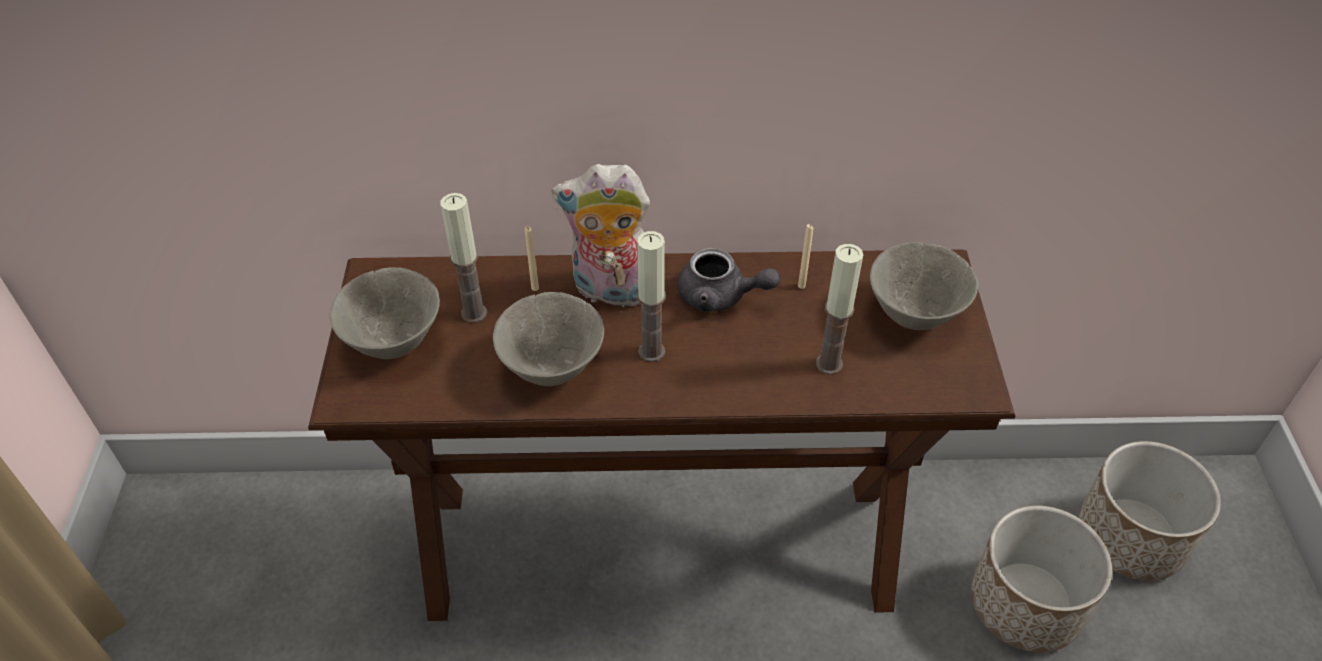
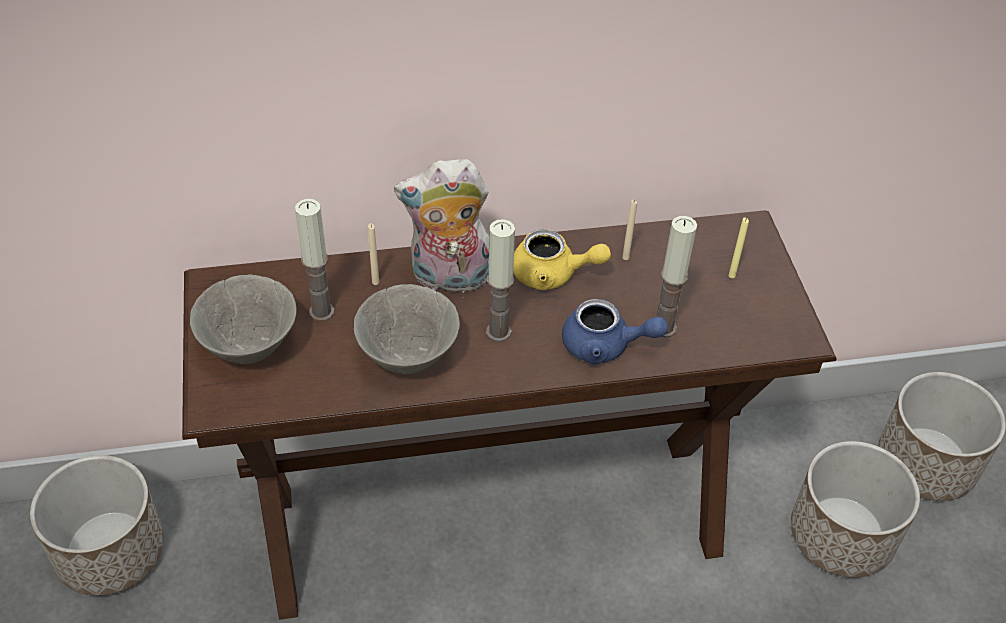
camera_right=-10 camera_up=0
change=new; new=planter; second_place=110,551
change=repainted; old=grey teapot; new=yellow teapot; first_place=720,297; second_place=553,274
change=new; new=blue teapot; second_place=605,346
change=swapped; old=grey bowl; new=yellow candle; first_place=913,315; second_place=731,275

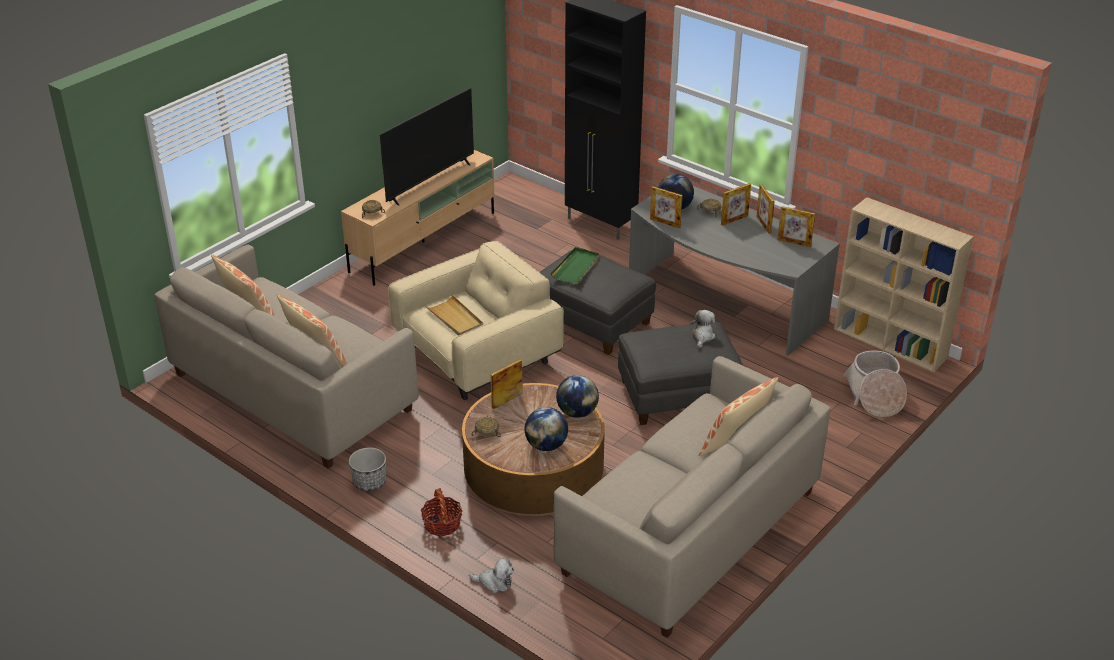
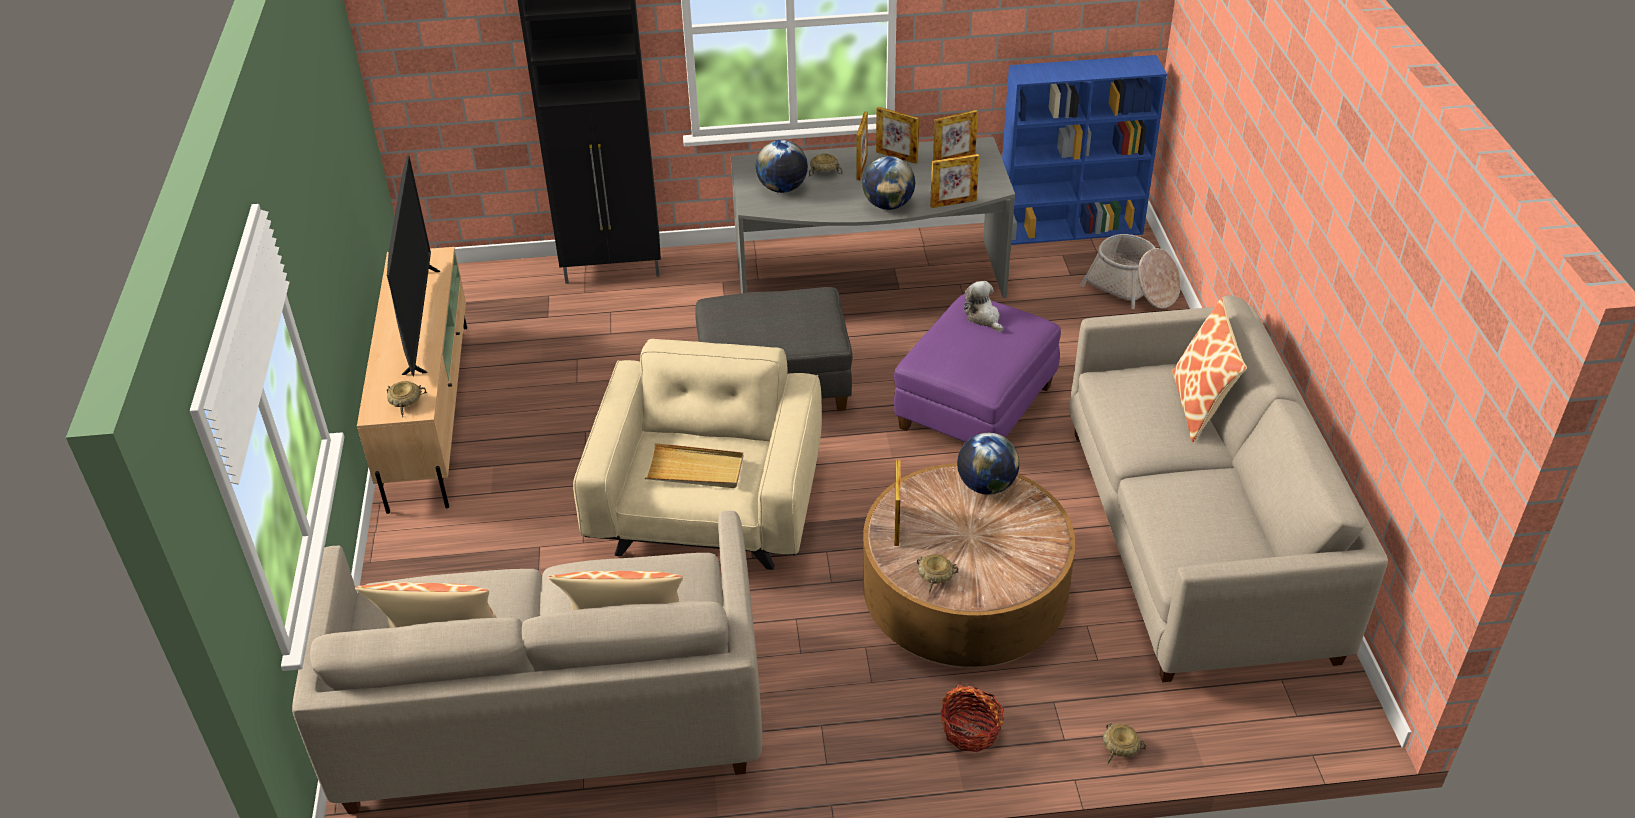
camera_right=-45 camera_up=5
change=shifted; old=globe; first_place=546,445; second_place=888,205
change=repainted; old=grey ottoman; new=purple ottoman; first_place=676,397; second_place=975,409
change=shifted; old=picture frame; first_place=665,223; second_place=953,203
change=repainted; old=beige bookcase; new=blue bookcase; first_place=891,344; second_place=1071,229
change=swapped; old=plush toy; new=beige bowl; first_place=494,582; second_place=1119,748
change=gone; old=planter; first_place=369,482
change=gone; old=green tray; first_place=576,267

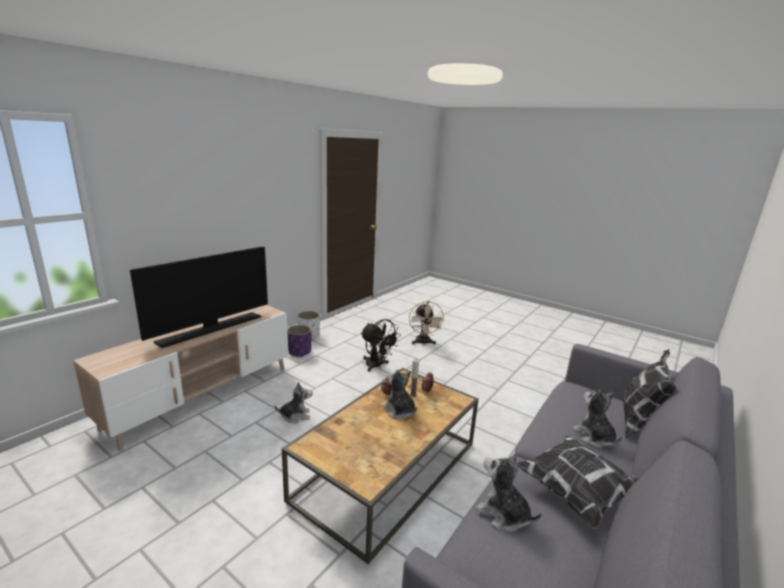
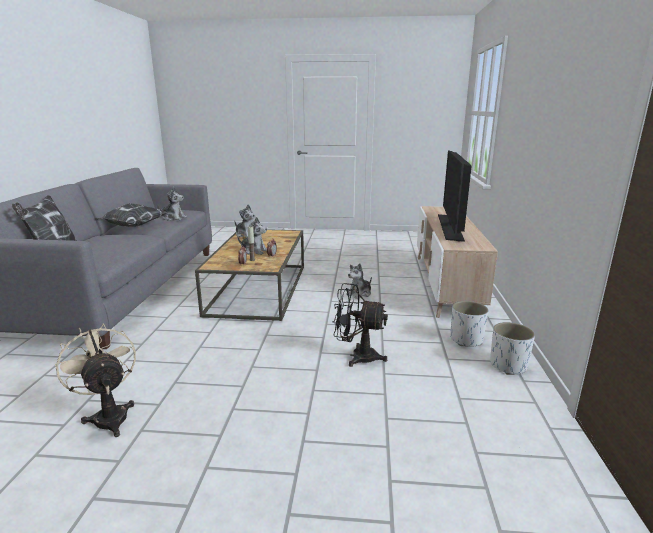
camera_right=150 camera_up=0
change=shifted; old=beige fan; first_place=423,343; second_place=109,415
change=shifted; old=plush toy; first_place=594,437; second_place=246,235
change=repainted; old=purple planter; new=white planter; first_place=299,352; second_place=466,339

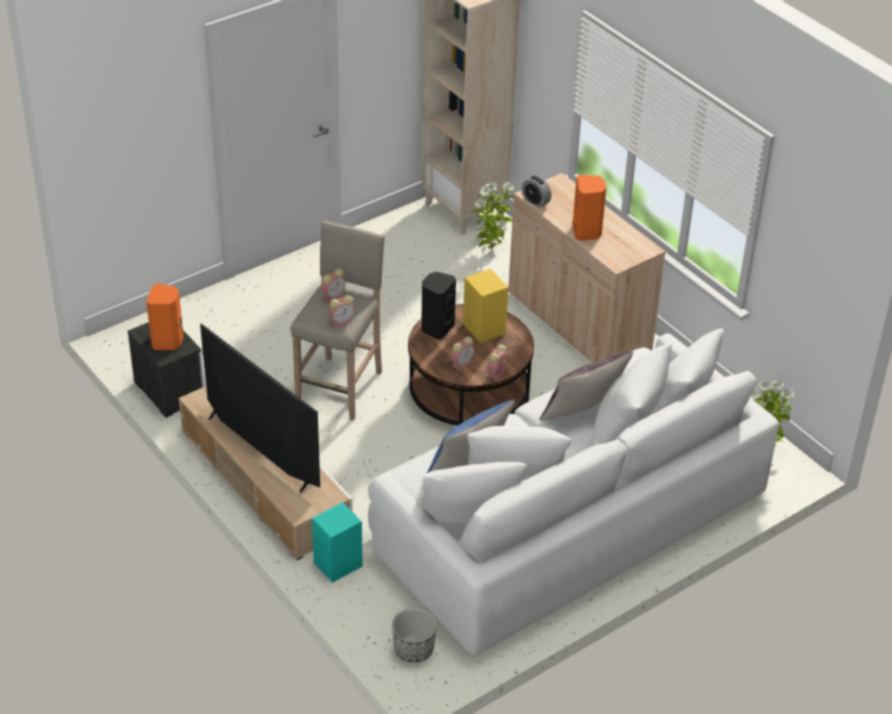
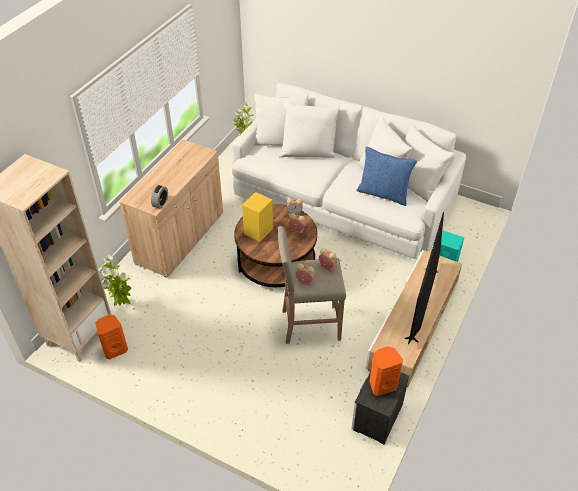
camera_right=-115 camera_up=5
change=shifted; old=orange speaker; first_place=587,232; second_place=115,349
change=gone; old=planter; first_place=413,649
change=gone; old=black speaker; first_place=436,328
change=gone; old=brown pillow; first_place=583,414

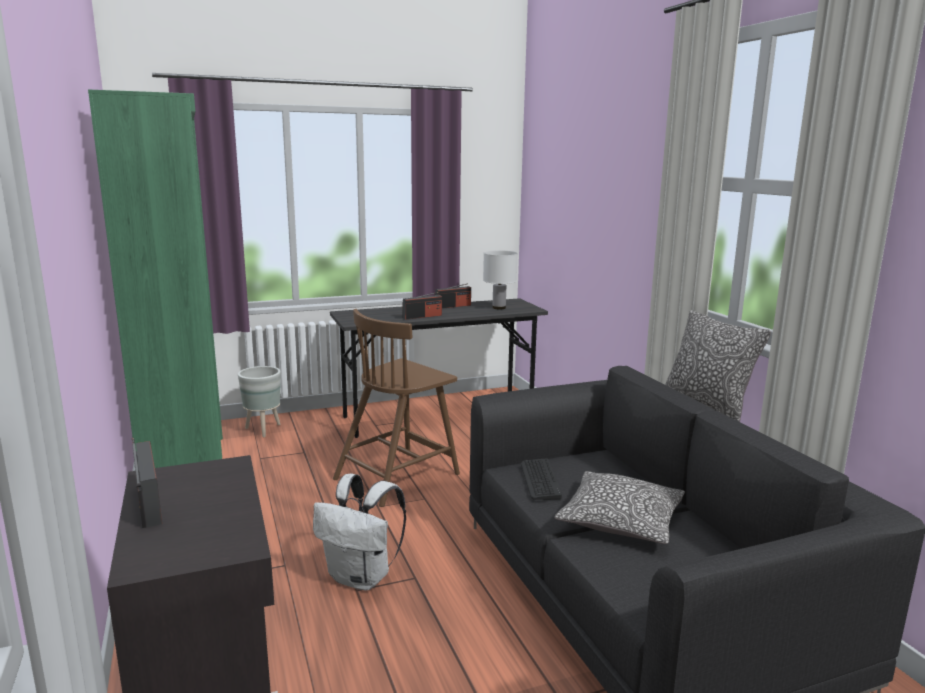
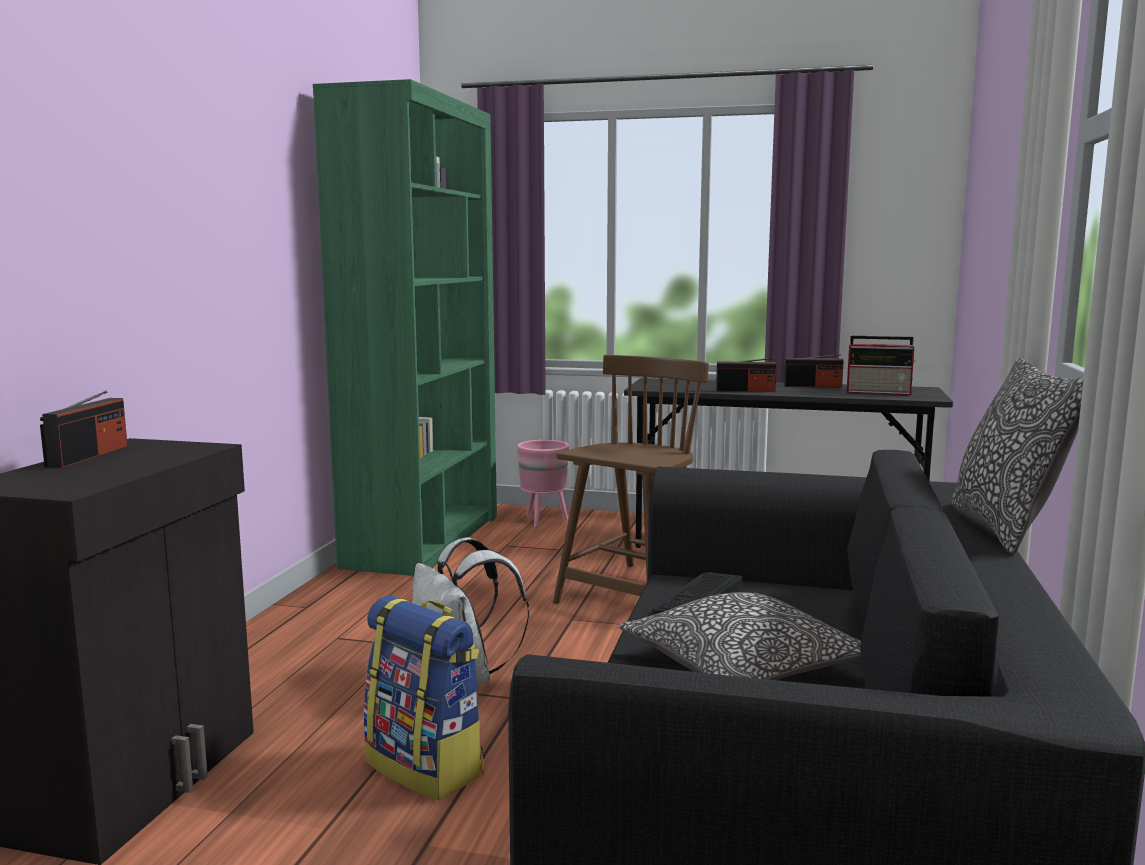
camera_right=35 camera_up=-5
change=new; new=backpack; second_place=427,767
change=repainted; old=grey planter; new=pink planter; first_place=263,429; second_place=543,520
change=rotated; old=brown chair; first_place=398,475; second_place=637,595; degrees=135
change=swapped; old=white table lamp; new=radio; first_place=499,307; second_place=879,392

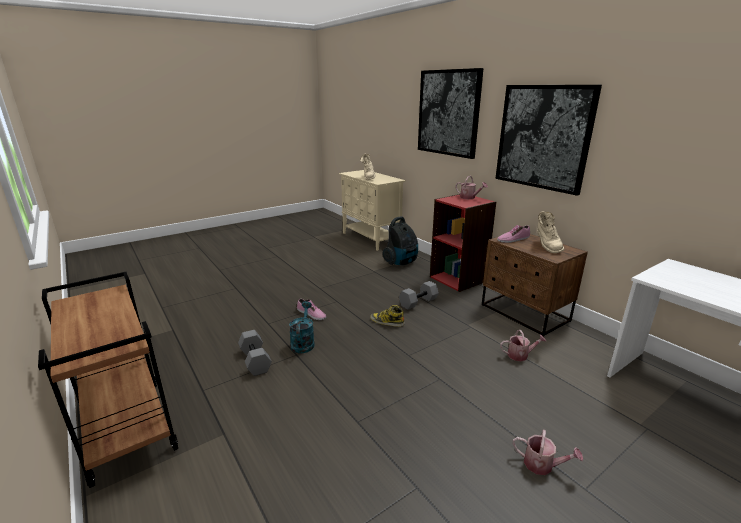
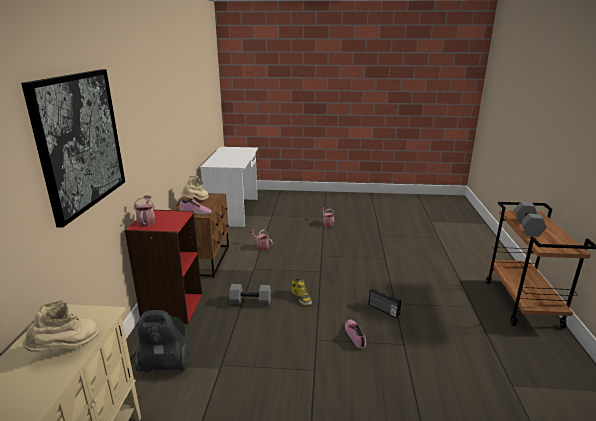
camera_right=-140 camera_up=0
change=swapped; old=turquoise watering can; new=radio; first_place=303,342; second_place=383,310
change=shifted; old=grey dumbbell; first_place=256,360; second_place=526,226
change=gone; old=picture; first_place=543,137

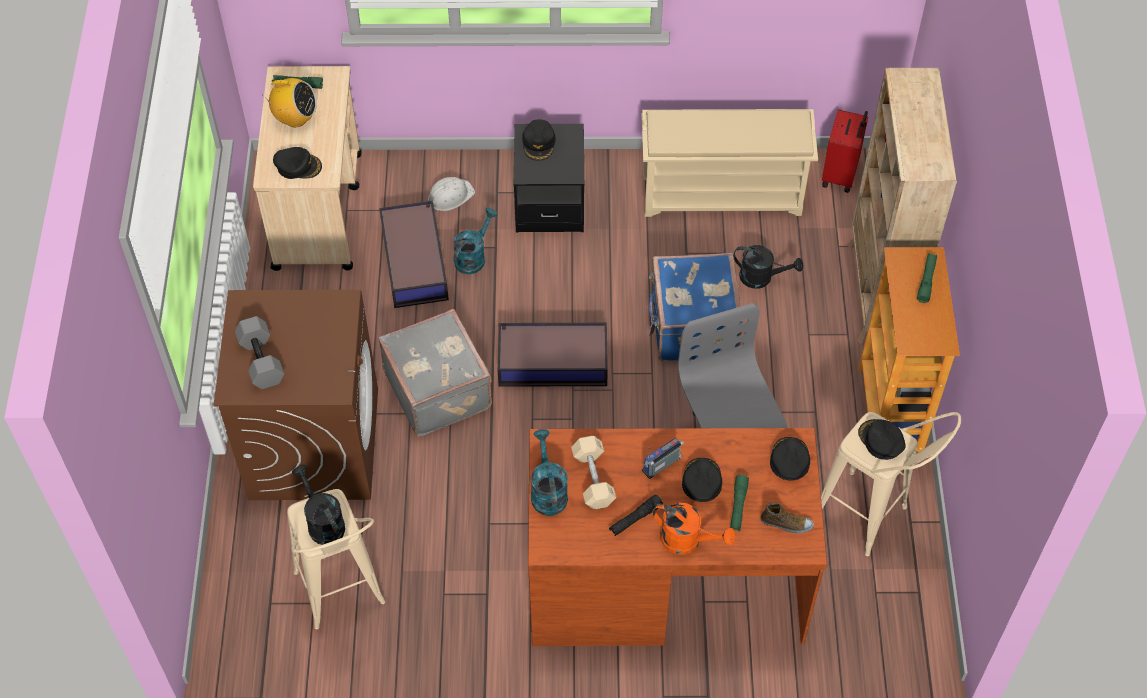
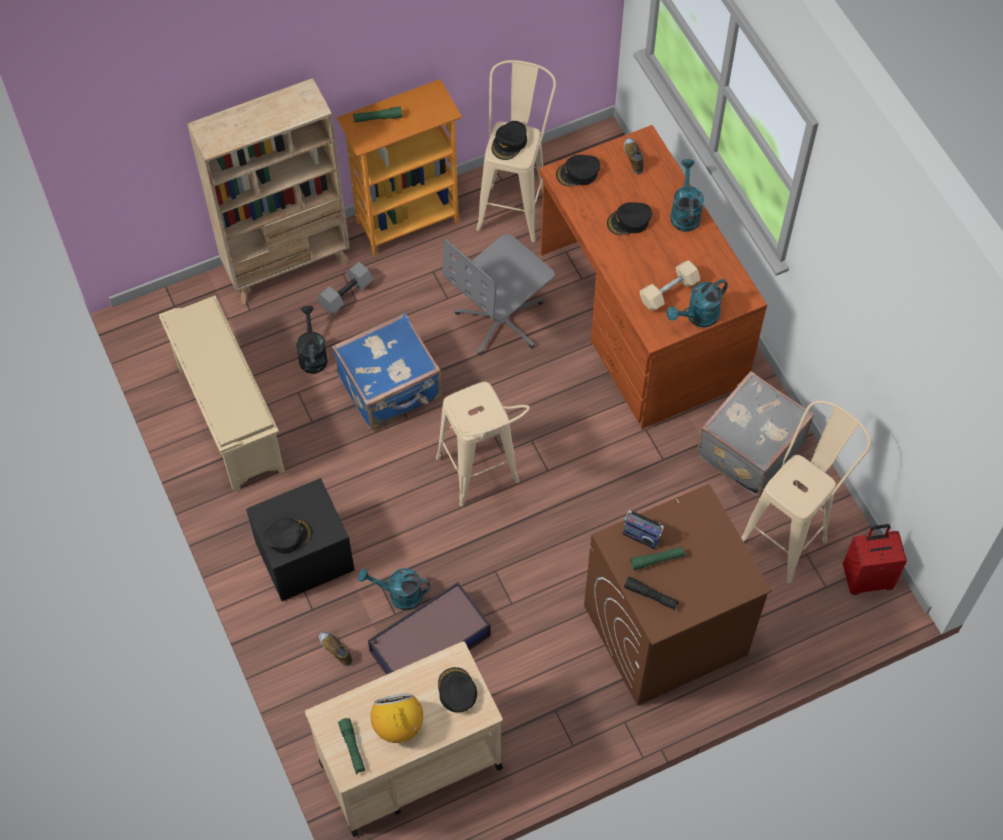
camera_right=-115 camera_up=5
change=shifted; old=grey dumbbell; first_place=262,361; second_place=346,294
change=swapped; old=white hard hat; new=shoe; first_place=450,196; second_place=336,649
change=swapped; old=storage box; new=beige stool; first_place=551,362; second_place=483,480
change=shifted; old=radio; first_place=662,466; second_place=642,535
change=shifted; old=black flashlight; first_place=635,519; second_place=651,596
change=shifted; old=green flashlight; first_place=738,506; second_place=657,560
change=repainted; old=orange watering can; new=turquoise watering can; first_place=687,540; second_place=685,212
change=shifted; old=grey suitcase; first_place=439,389; second_place=748,448
change=shifted; old=red suitcase; first_place=841,175; second_place=867,578
change=gone; old=black watering can; first_place=322,522

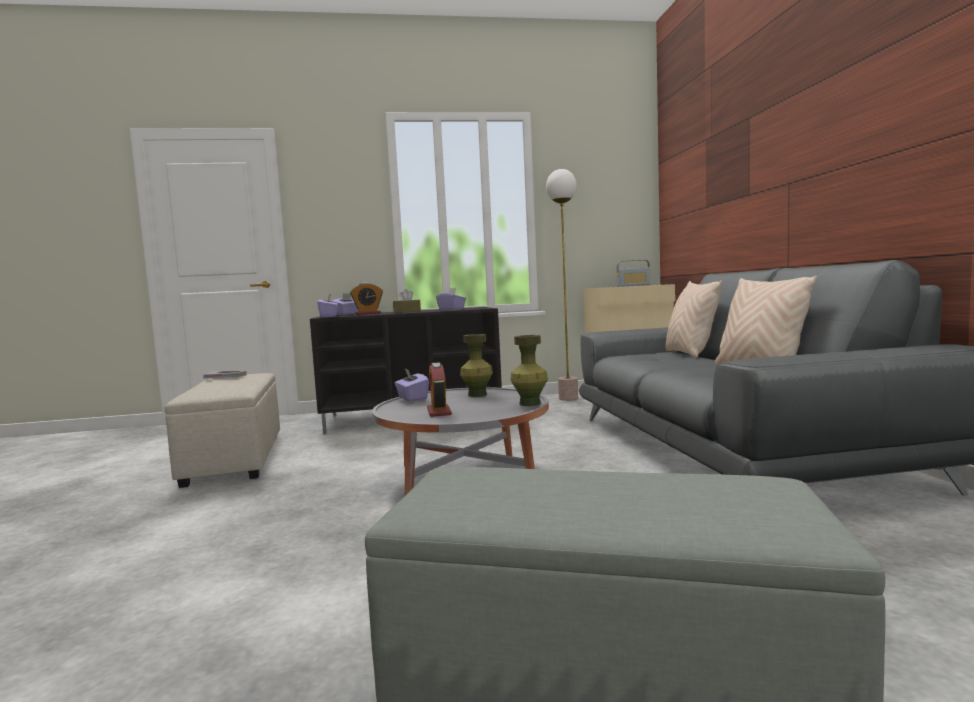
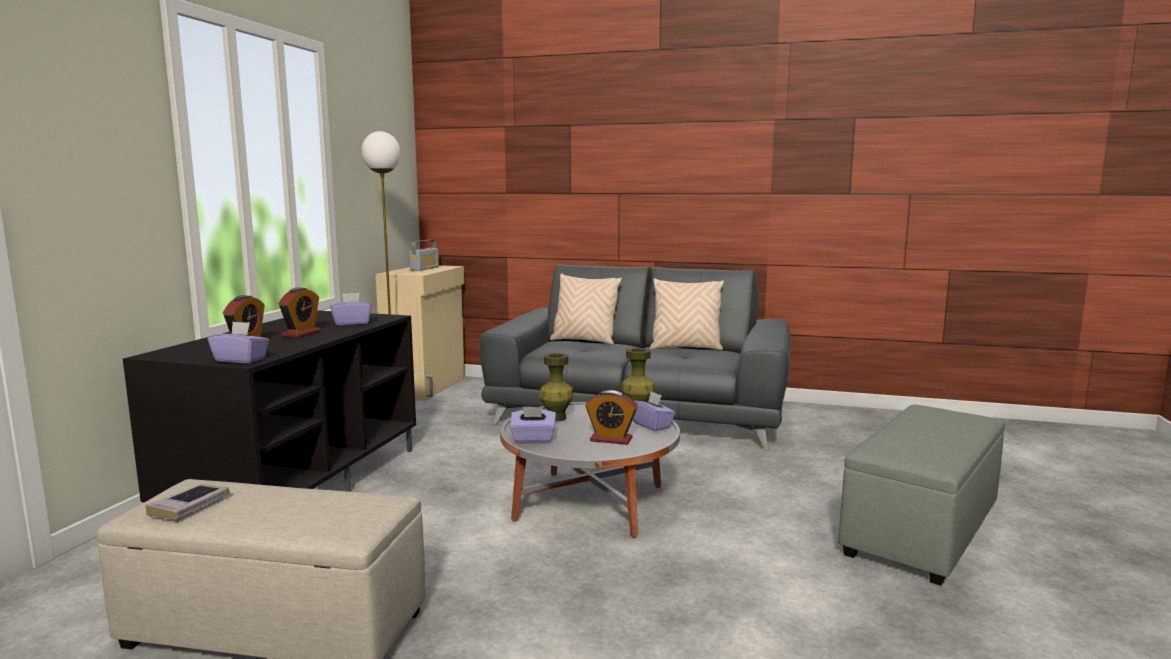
camera_right=-65 camera_up=5
change=swapped; old=brown tissue box; new=alarm clock; first_place=407,312; second_place=301,333
change=shifted; old=purple tissue box; first_place=347,314; second_place=652,425

